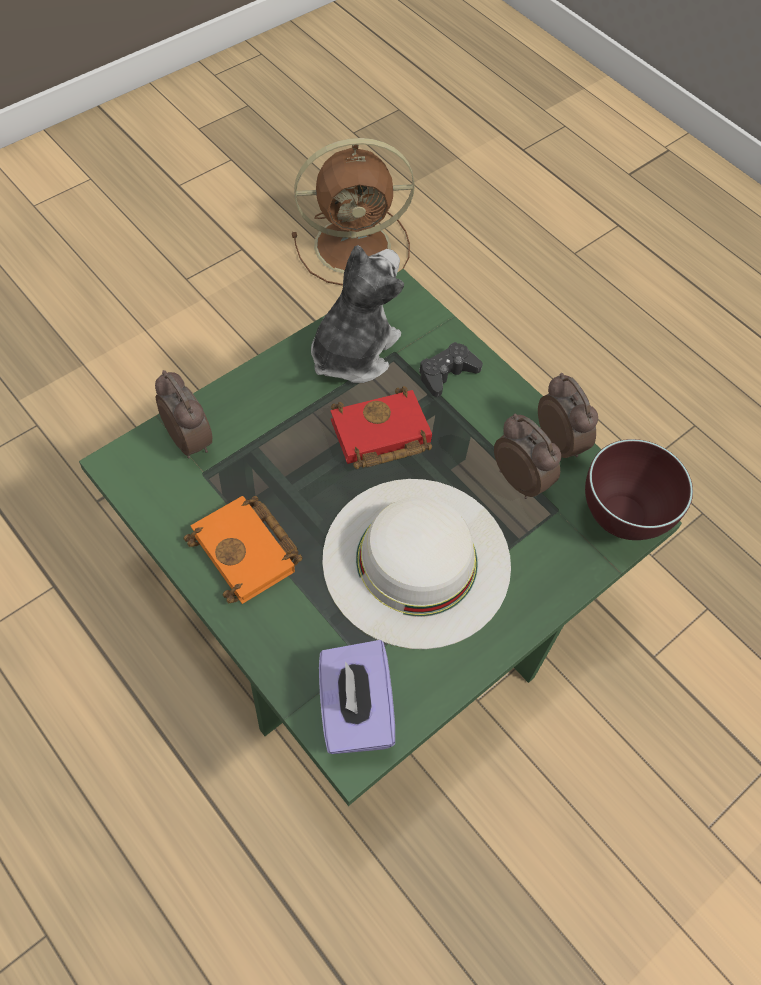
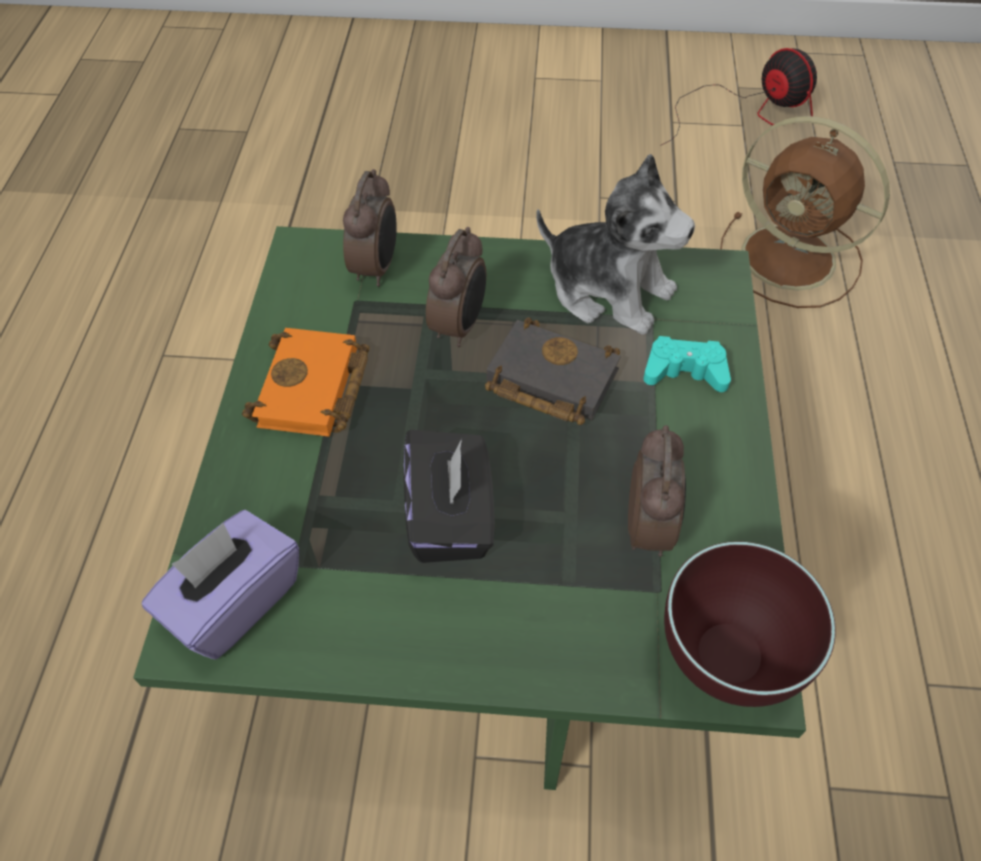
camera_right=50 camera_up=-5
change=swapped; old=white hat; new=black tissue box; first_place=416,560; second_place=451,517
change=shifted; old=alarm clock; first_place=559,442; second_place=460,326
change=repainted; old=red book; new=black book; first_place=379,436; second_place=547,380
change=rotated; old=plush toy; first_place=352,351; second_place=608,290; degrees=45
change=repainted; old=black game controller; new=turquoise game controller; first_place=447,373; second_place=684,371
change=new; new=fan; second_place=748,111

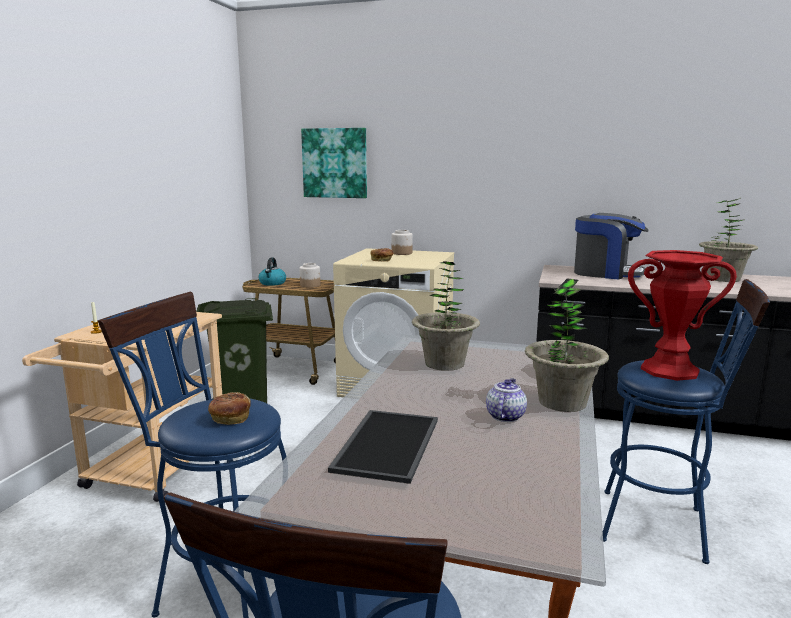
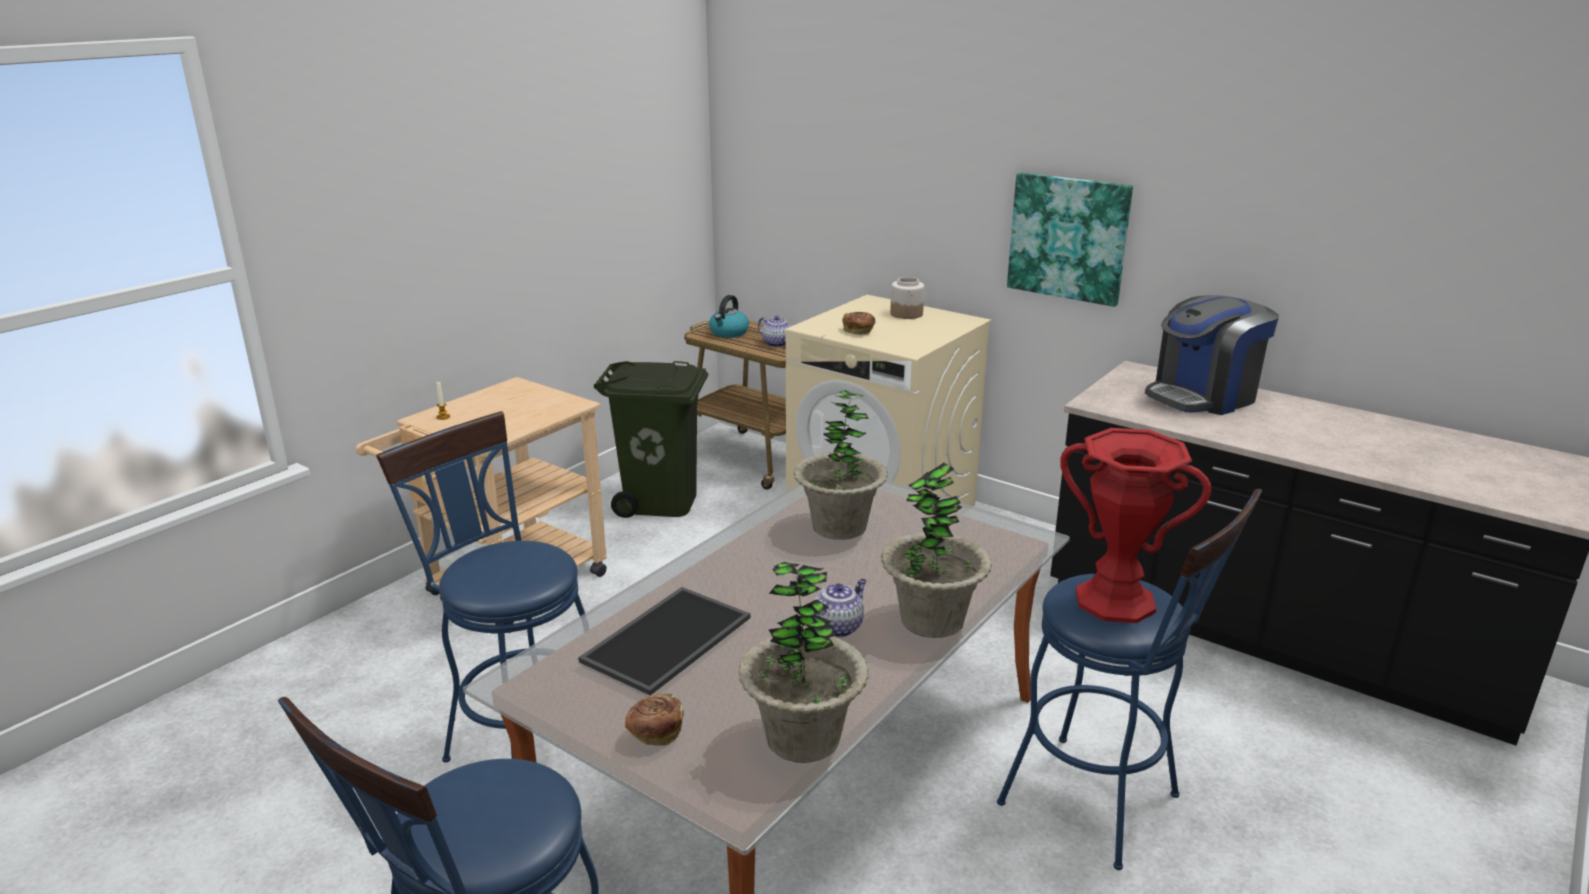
camera_right=20 camera_up=10
change=shifted; old=bread; first_place=230,418; second_place=655,732
change=shifted; old=potted plant; first_place=723,279; second_place=803,738
change=swapped; old=jar; new=teapot; first_place=310,285; second_place=777,344
change=shifted; old=picture; first_place=335,163; second_place=1068,238
change=rotated; old=coffee machine; first_place=606,273; second_place=1203,396; degrees=105

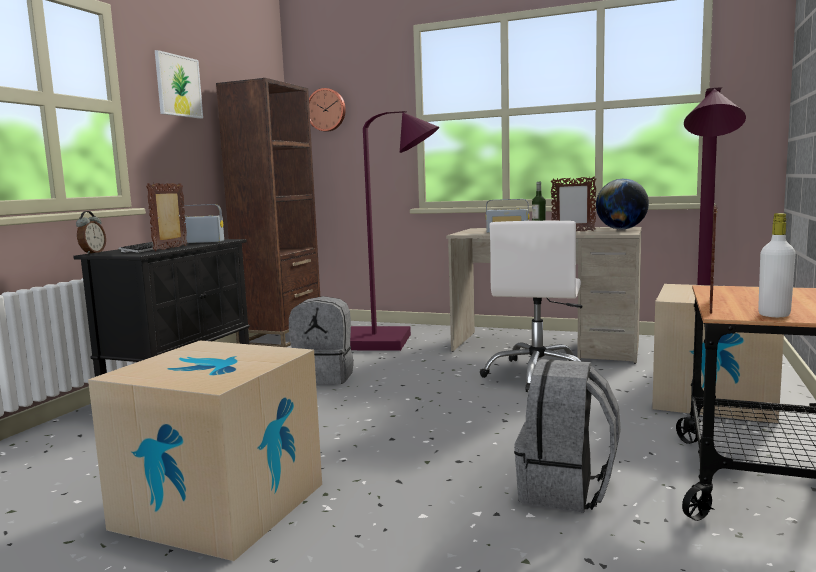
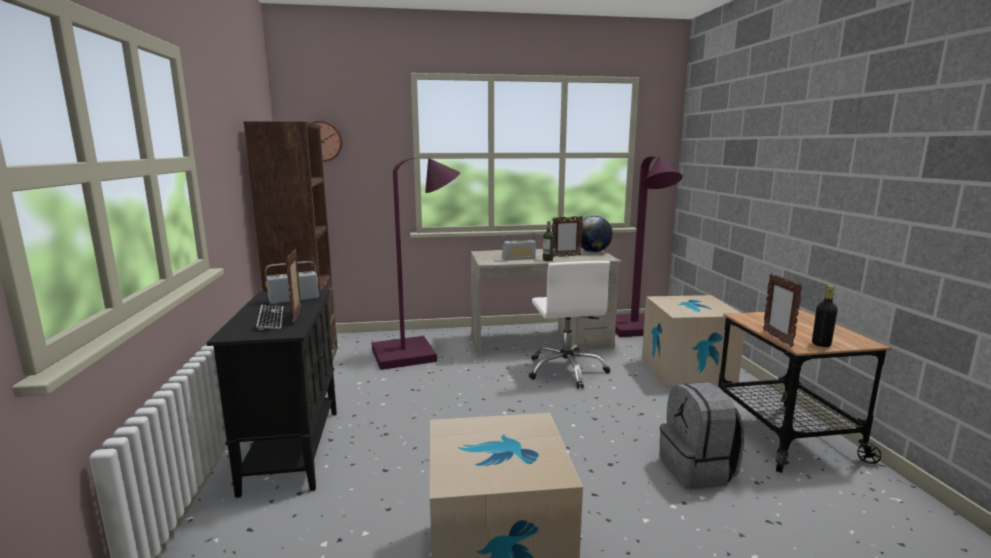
camera_right=-30 camera_up=5
change=repainted; old=white bottle; new=black bottle; first_place=774,315; second_place=821,344
change=gone; old=alarm clock; first_place=92,253
change=gone; old=picture; first_place=178,86
change=gone; old=grey backpack; first_place=325,377

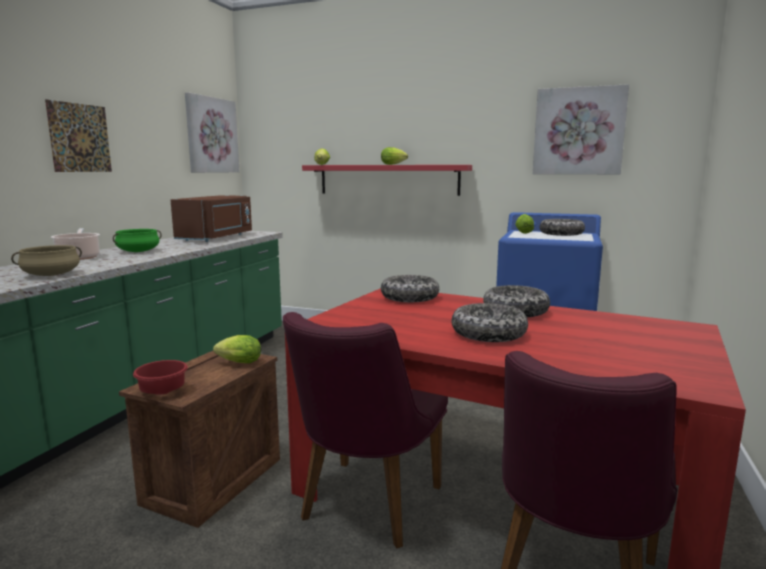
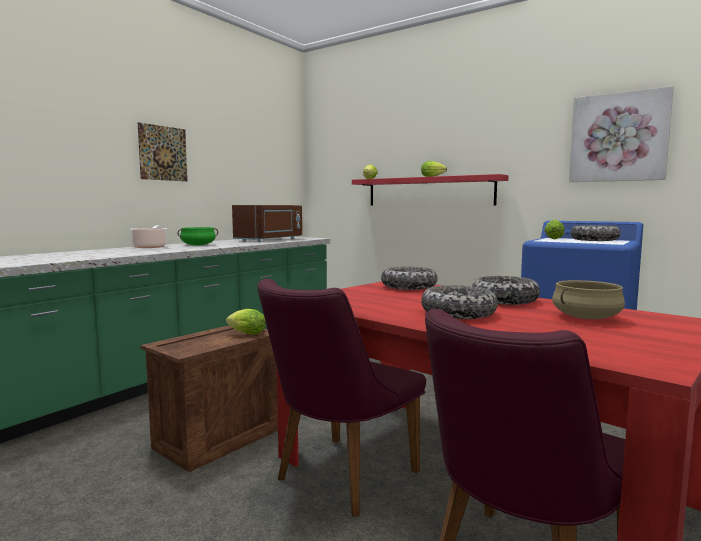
camera_right=15 camera_up=-5
change=shifted; old=beige cooking pot; first_place=51,275; second_place=586,317
change=gone; old=red bowl; first_place=161,391
change=gone; old=picture; first_place=211,135

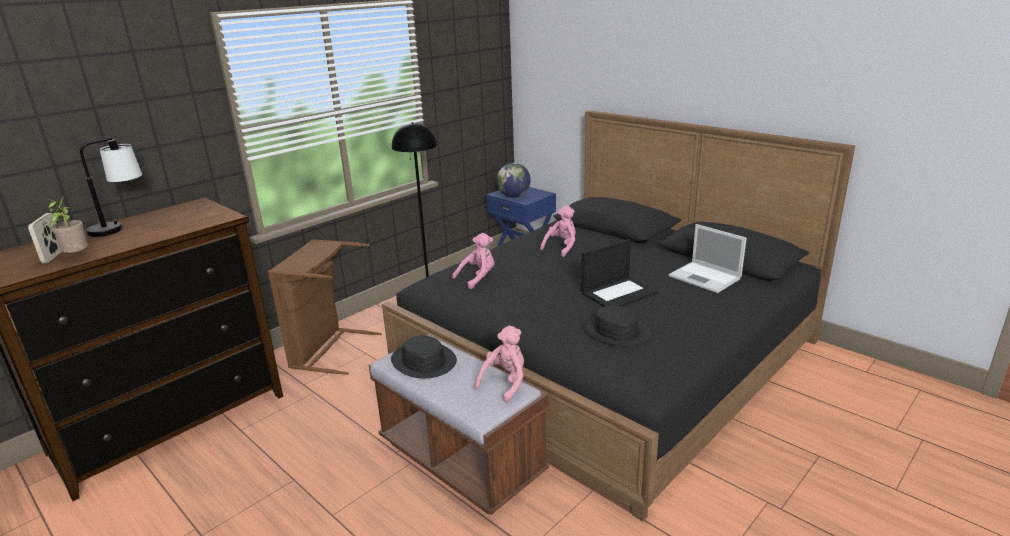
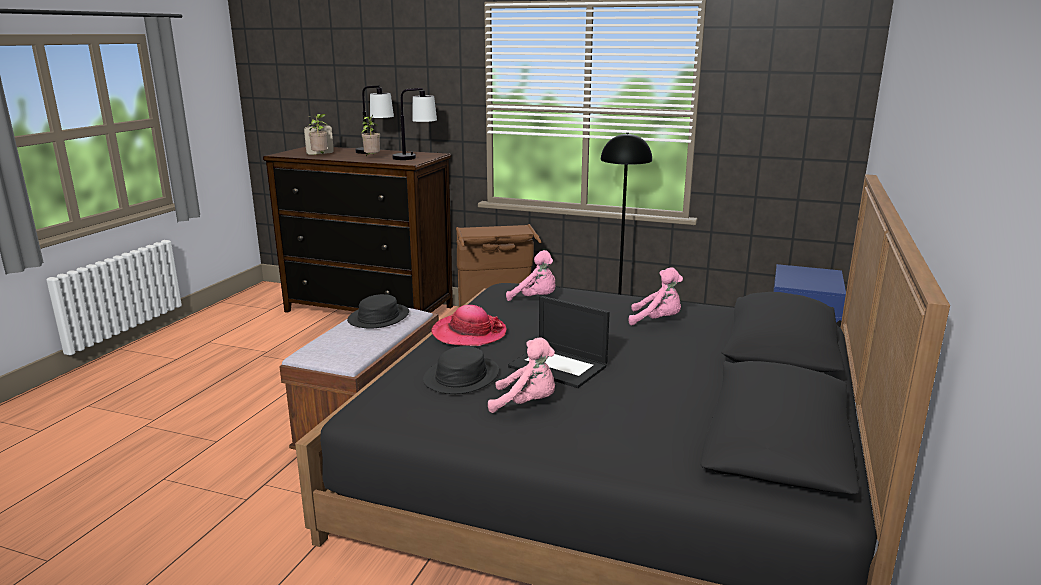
camera_right=65 camera_up=-5
change=new; new=potted plant; second_place=372,158
change=new; new=table lamp; second_place=415,158
change=new; new=hat; second_place=469,333
change=shifted; old=pink plush toy; first_place=505,383; second_place=526,403
change=gone; old=globe; first_place=514,196
change=gone; old=laptop; first_place=706,278

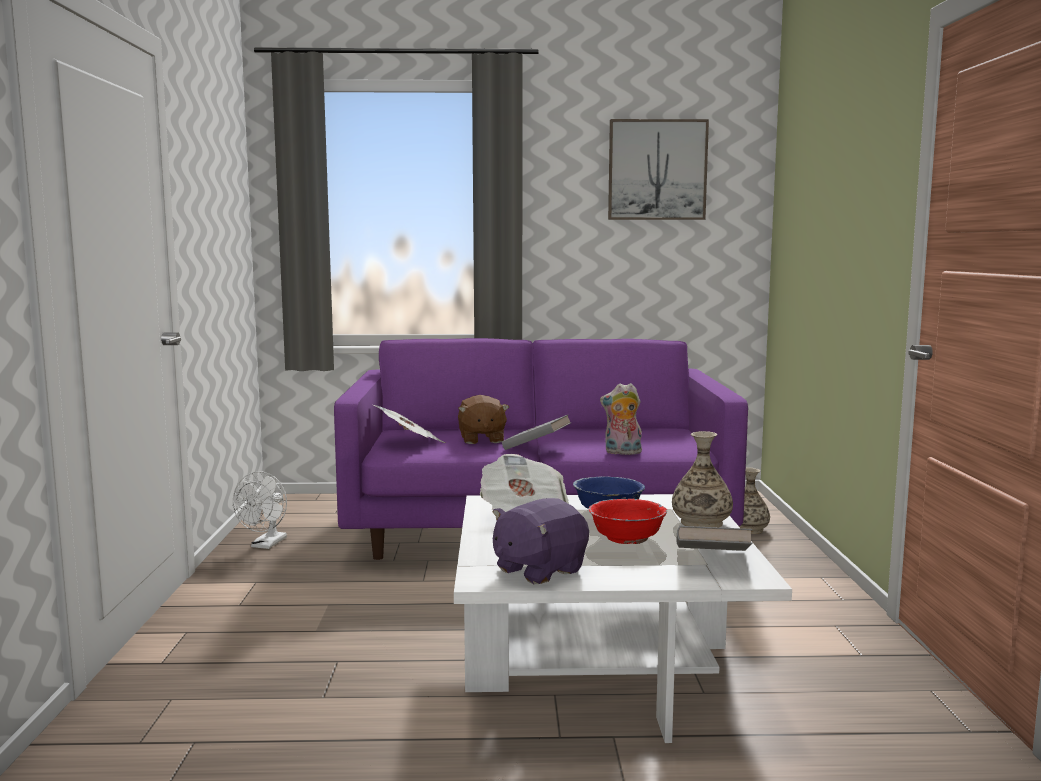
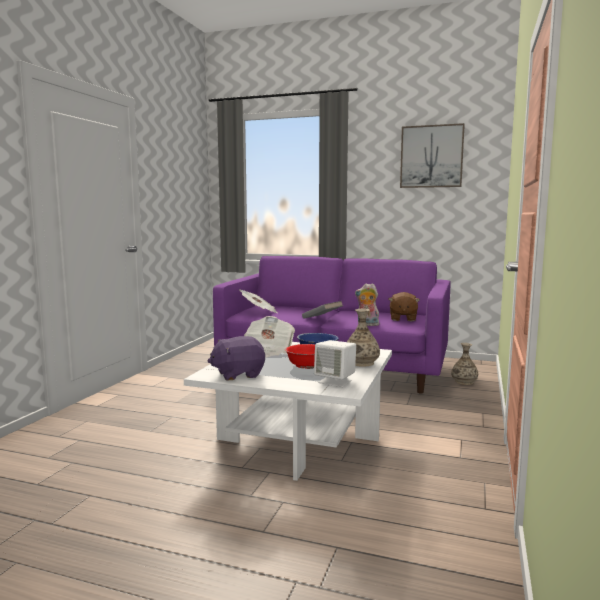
camera_right=20 camera_up=0
change=swapped; old=grey book; new=white speaker; first_place=711,561; second_place=335,381
change=shifted; old=brown plush toy; first_place=481,439; second_place=402,318
change=gone; old=white fan; first_place=266,545

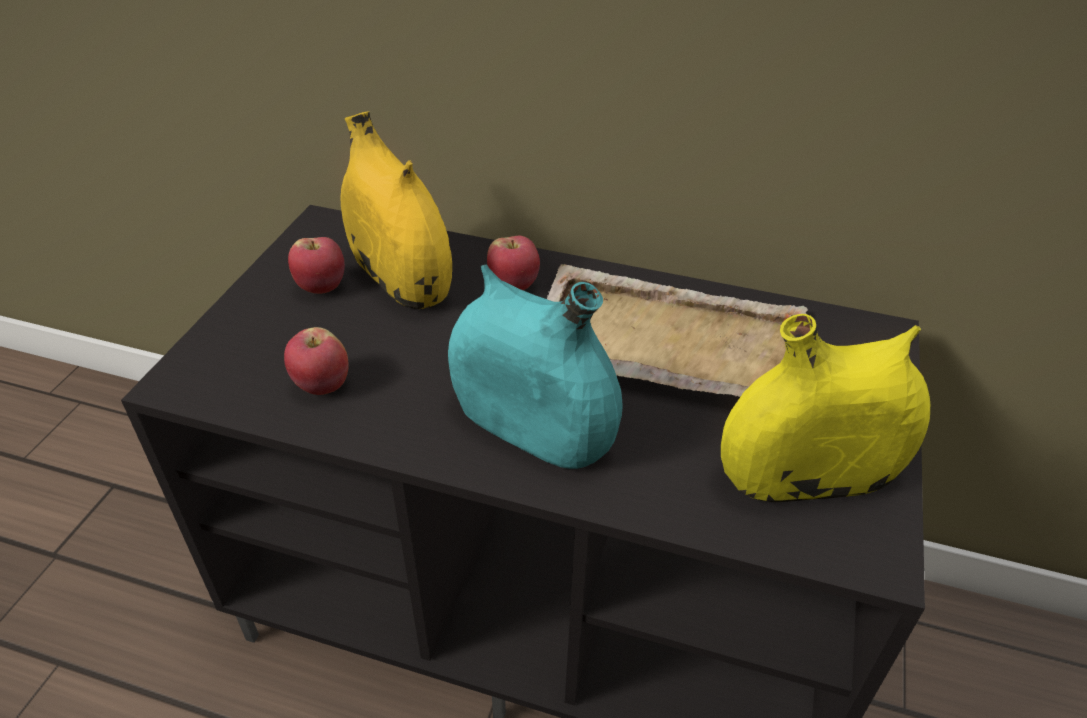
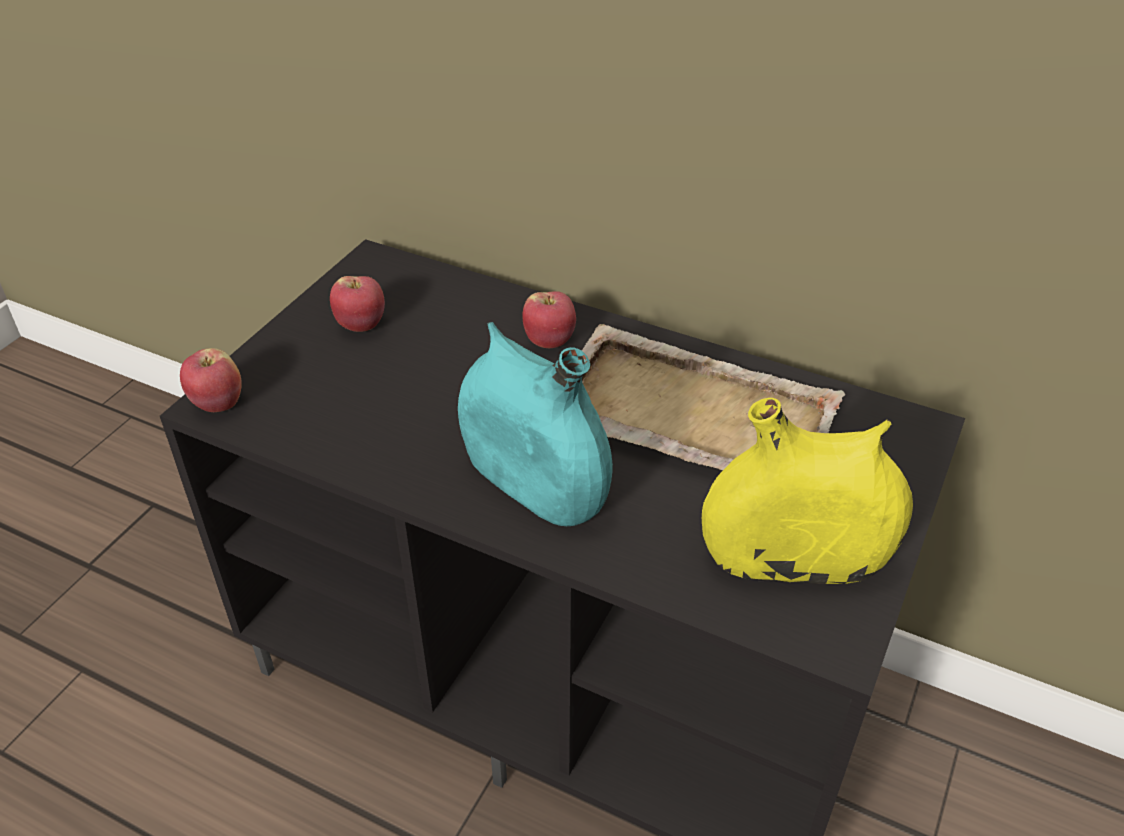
camera_right=10 camera_up=0
change=shifted; old=apple; first_place=322,385; second_place=218,403
change=gone; old=yellow vase; first_place=400,277

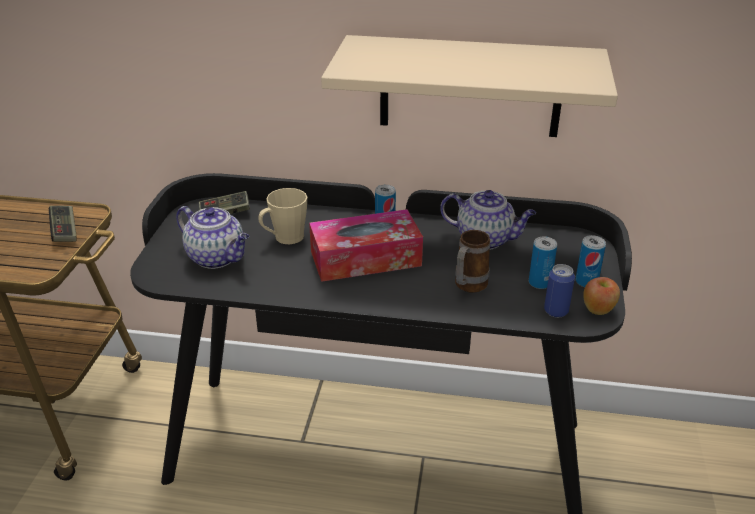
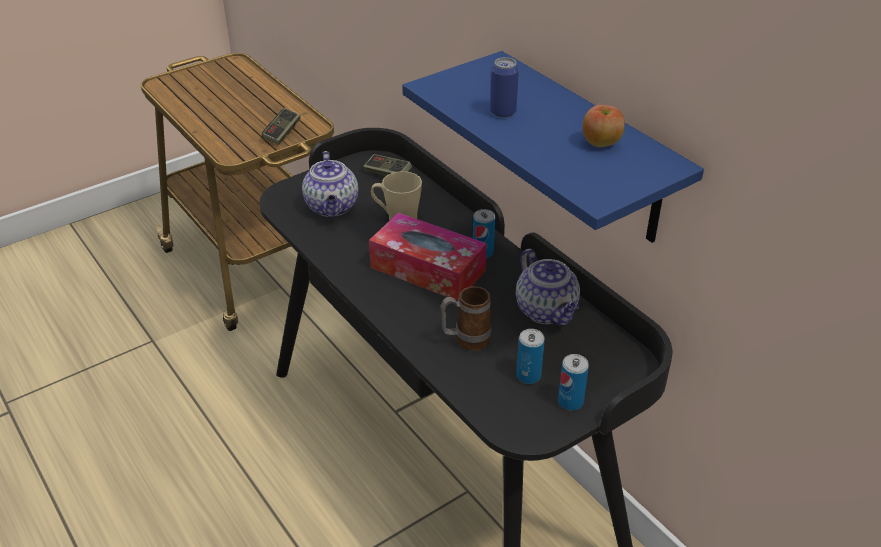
camera_right=45 camera_up=5
change=repainted; old=beige shelf; new=blue shelf; first_place=470,87; second_place=588,149
change=shifted; old=can; first_place=556,311; second_place=503,112
change=shifted; old=apple; first_place=598,310; second_place=601,143

